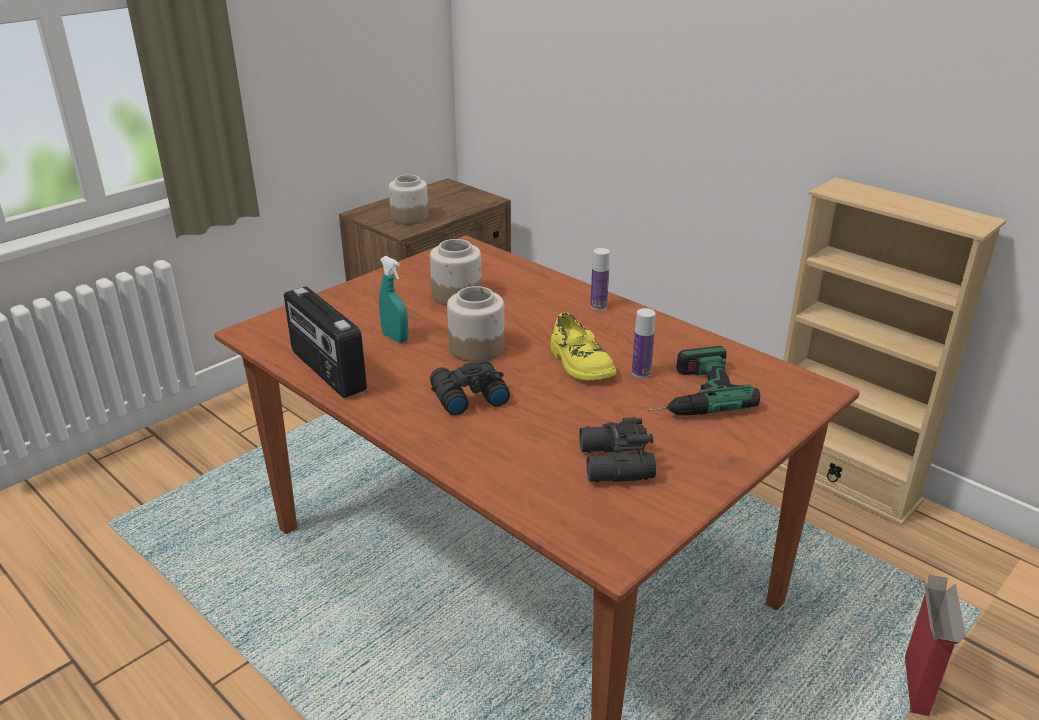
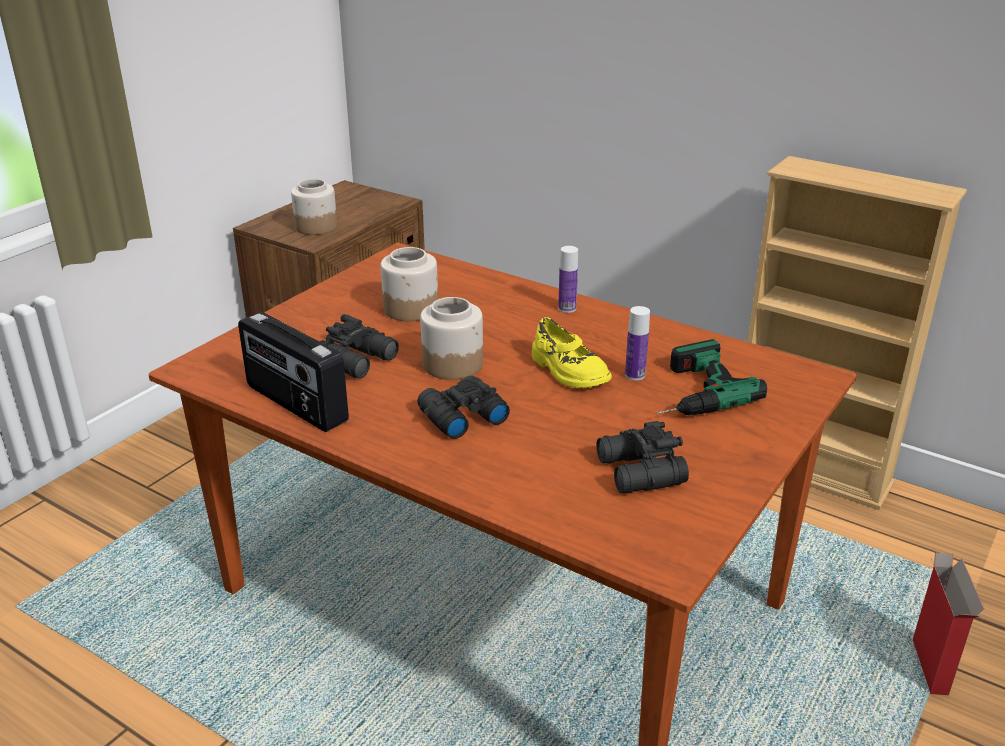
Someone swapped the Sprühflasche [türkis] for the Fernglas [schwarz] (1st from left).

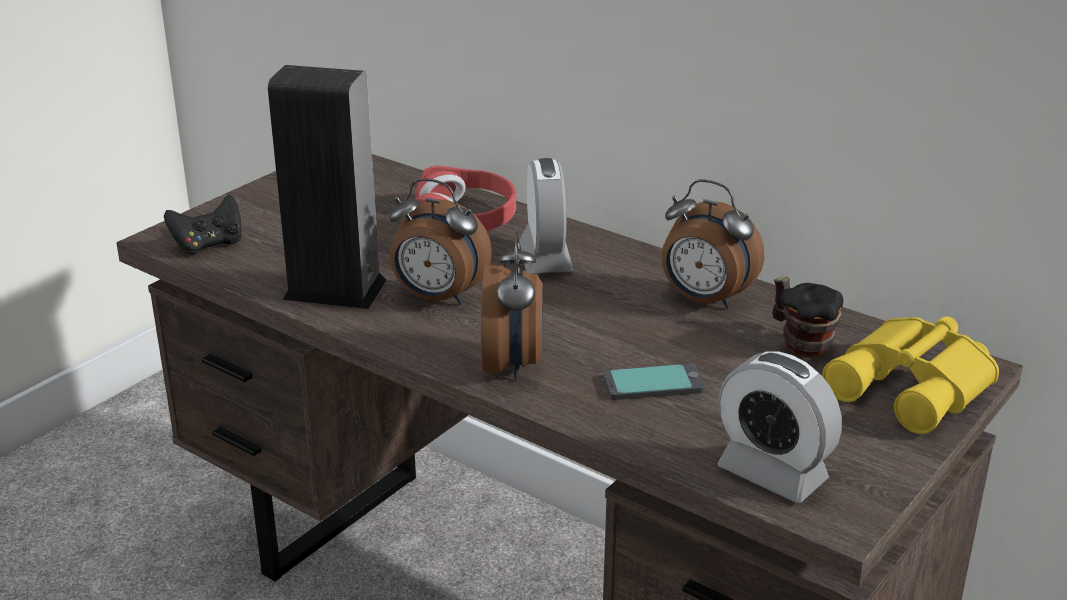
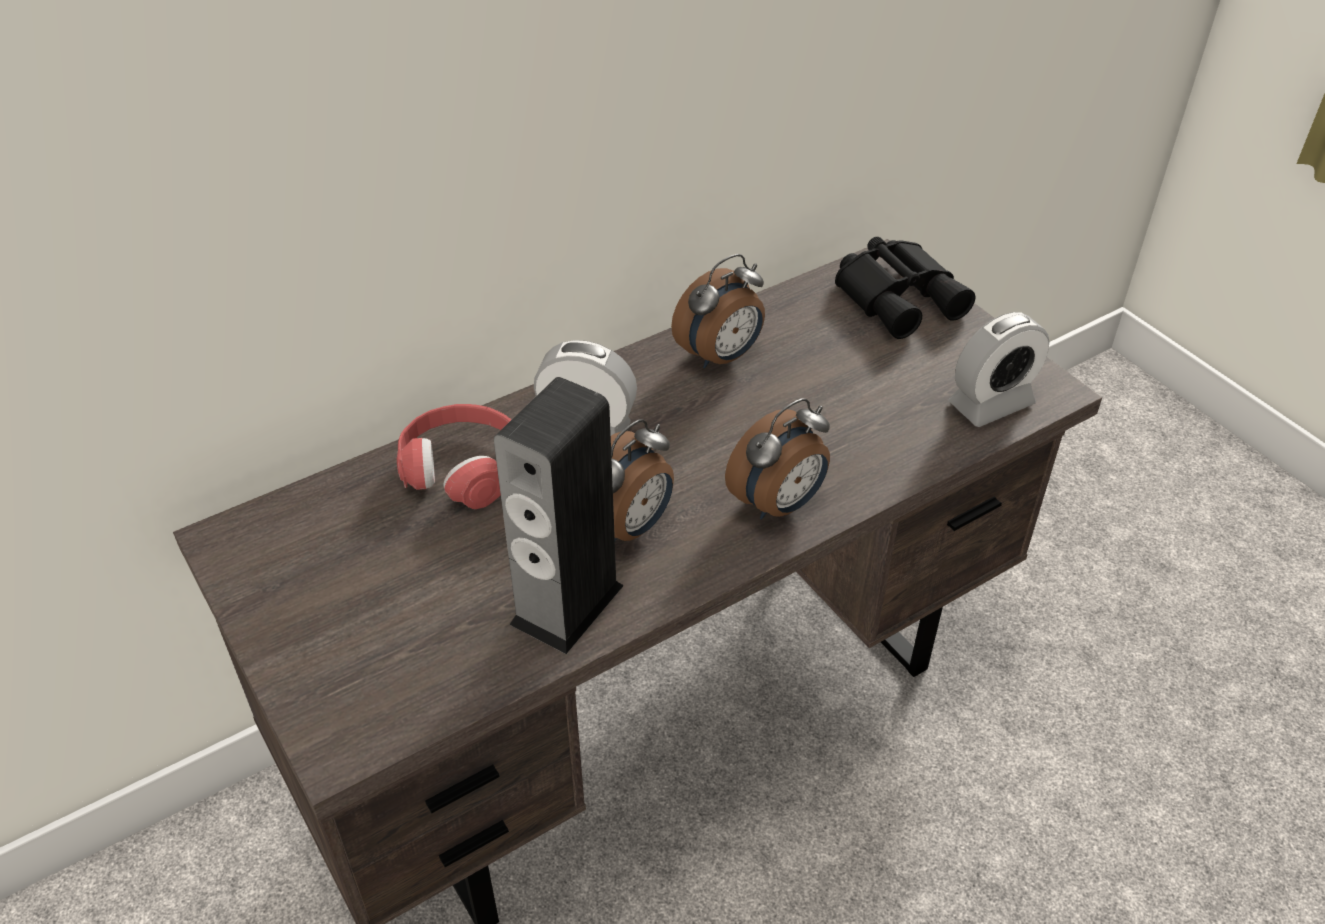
Someone took away the Gamepad [schwarz]. Someone took away the Handy. Someone took away the Henkelbecher. Someone repainted the Fernglas [gelb], which became the Fernglas [schwarz]. Someone rotated the Wecker (2nd from left in the first image) by 120 degrees clockwise.

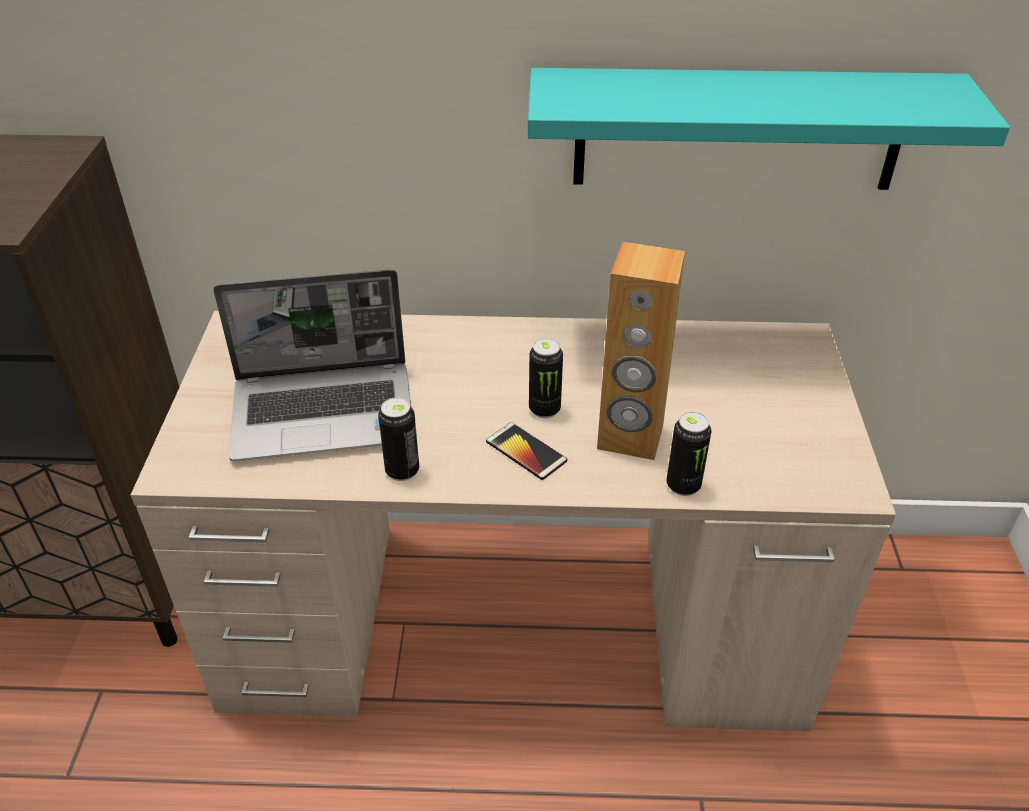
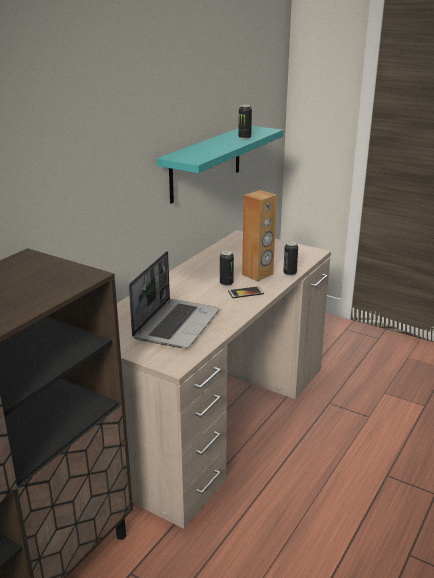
Someone carried the Dose (1st from left in the first image).

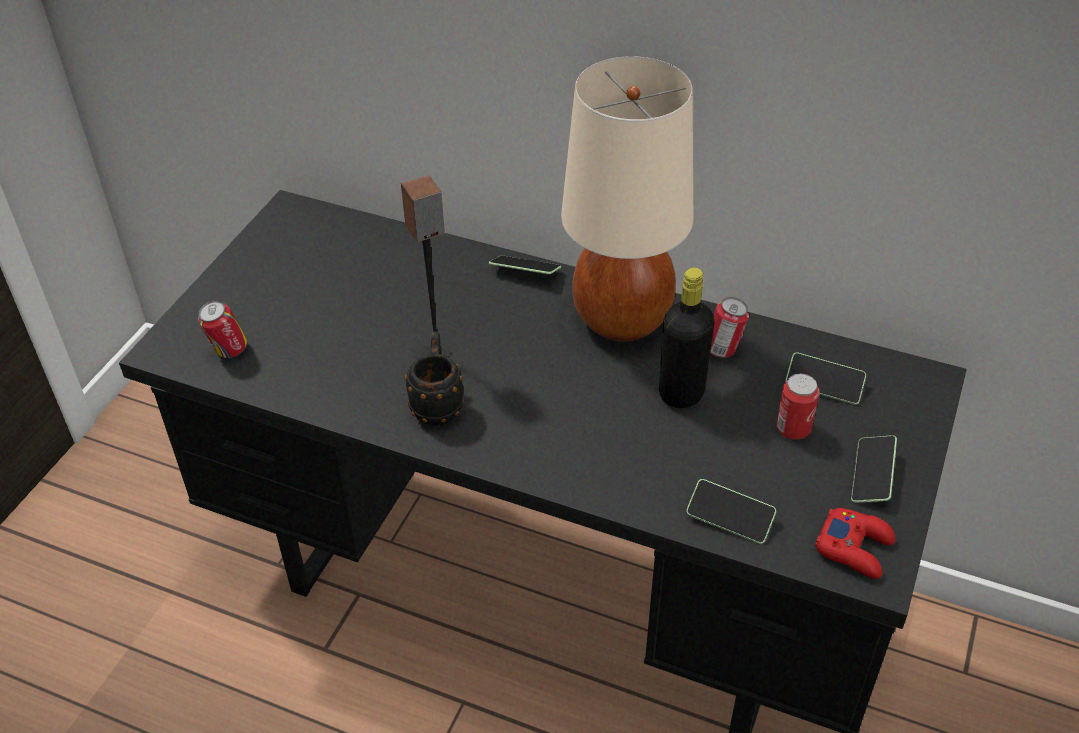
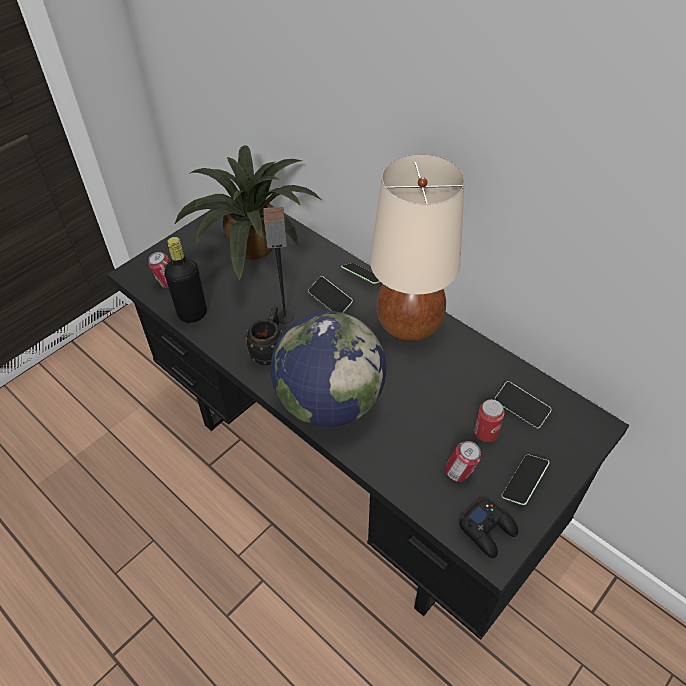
Someone put down the Topfpflanze. Someone put down the Globus. Someone carried the Flasche [schwarz]. Someone carried the Handy (2nd from left in the first image). Someone carried the Dose (2nd from left). Someone repainted the Gamepad [rot], which became the Gamepad [schwarz].

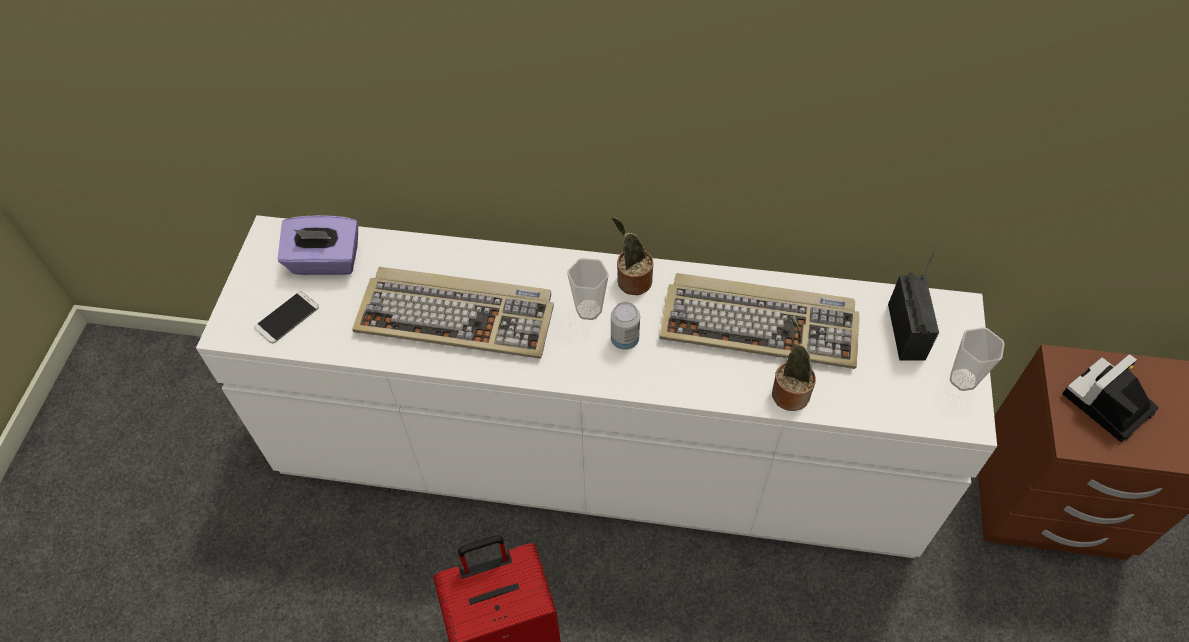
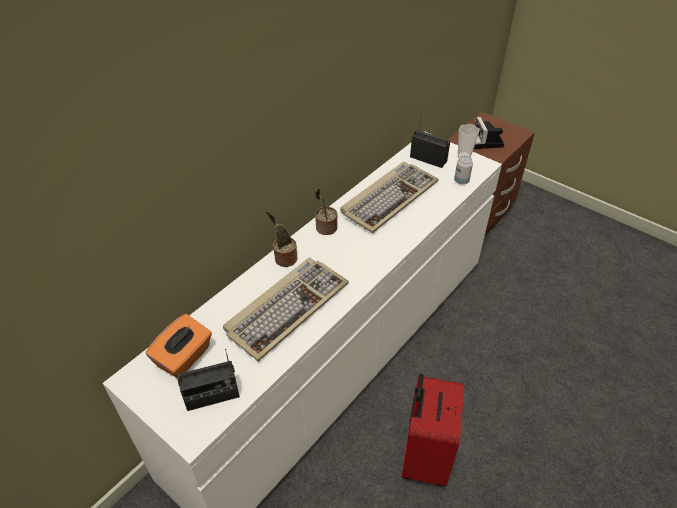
Someone took away the Tasse (1st from left). Someone carried the Dose. Someone carried the Topfpflanze (2nd from left in the first image). Someone swapped the Handy for the Radio (1st from left). Someone repainted the Taschentuchbox [lila], which became the Taschentuchbox [orange].

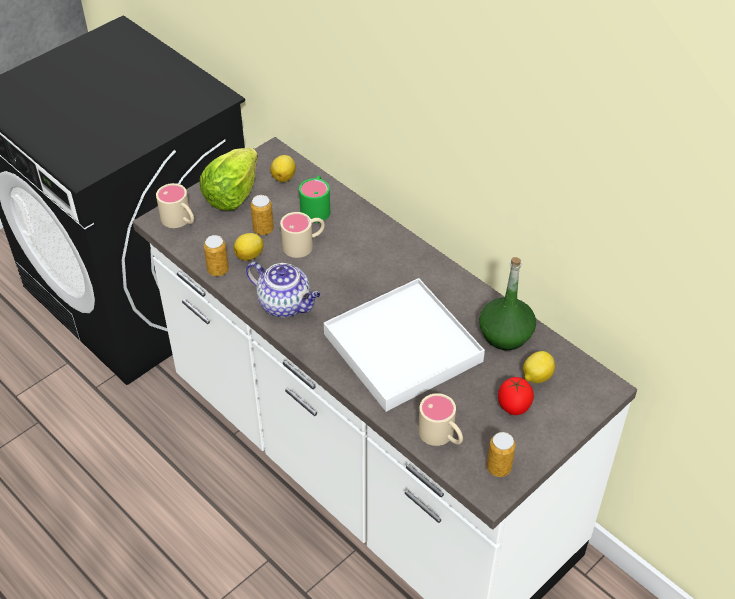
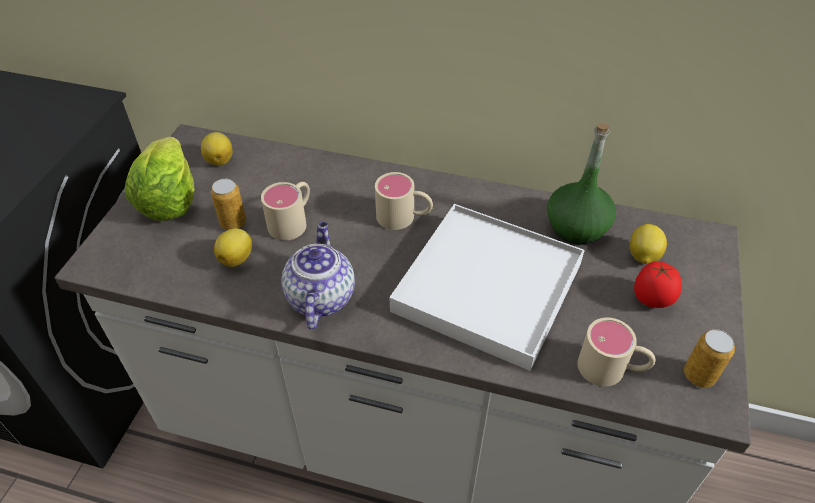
Someone took away the Dose (1st from left). Someone took away the Henkelbecher [grün]. Someone carried the Henkelbecher [beige] (1st from left in the first image). Someone rotated the Teekanne by 90 degrees counterclockwise.

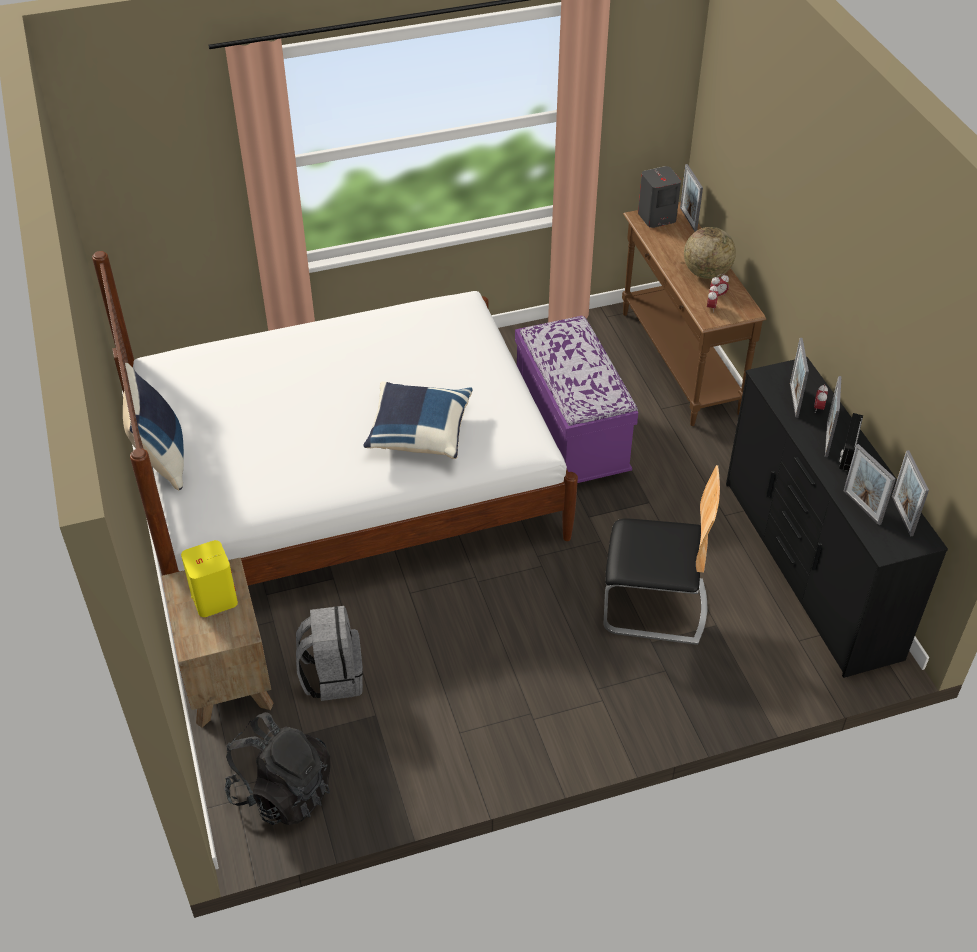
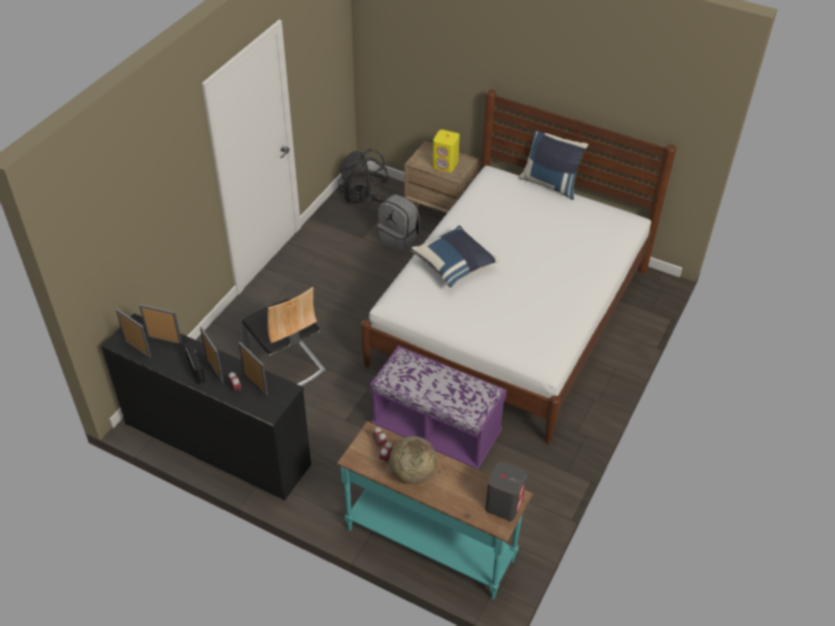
Someone took away the Bilderrahmen (1st from left). Someone repainted the Konsolentisch [braun], which became the Konsolentisch [türkis]. Someone rotated the Stuhl by 90 degrees counterclockwise.

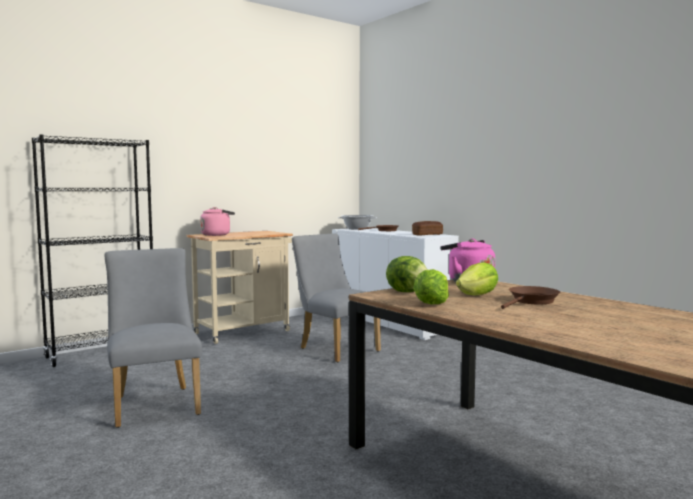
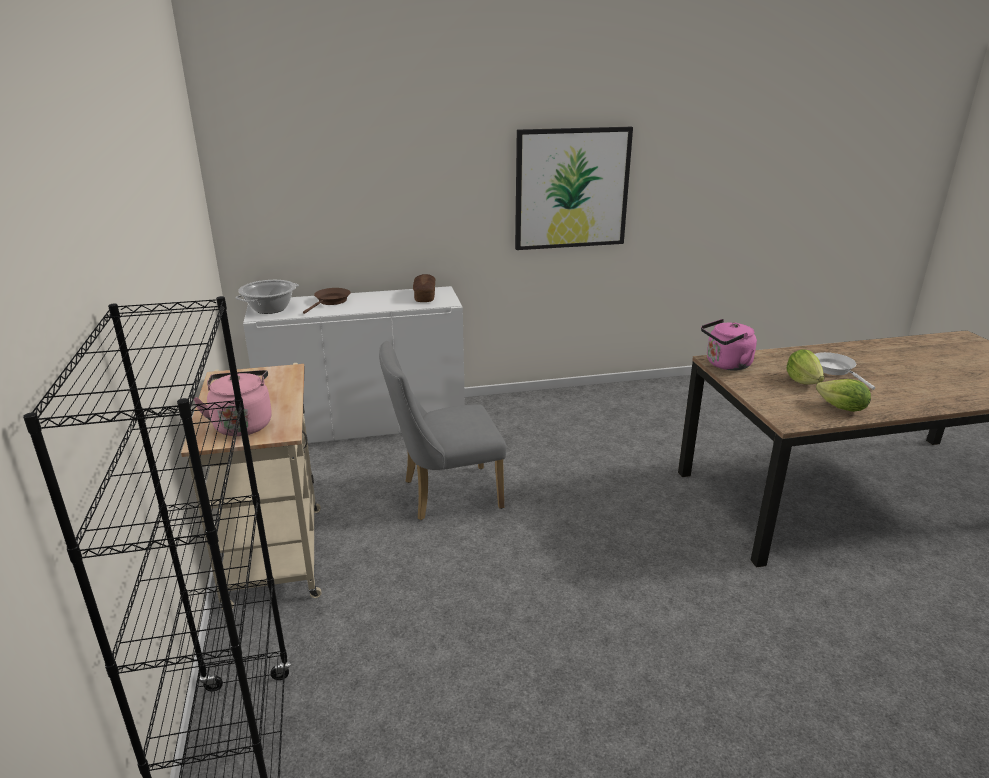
Someone took away the Stuhl [grau] (1st from left). Someone took away the Salatkopf (1st from left). Someone put up the Bild. Someone repainted the Pfanne [braun] (2nd from left), which became the Pfanne [weiß].

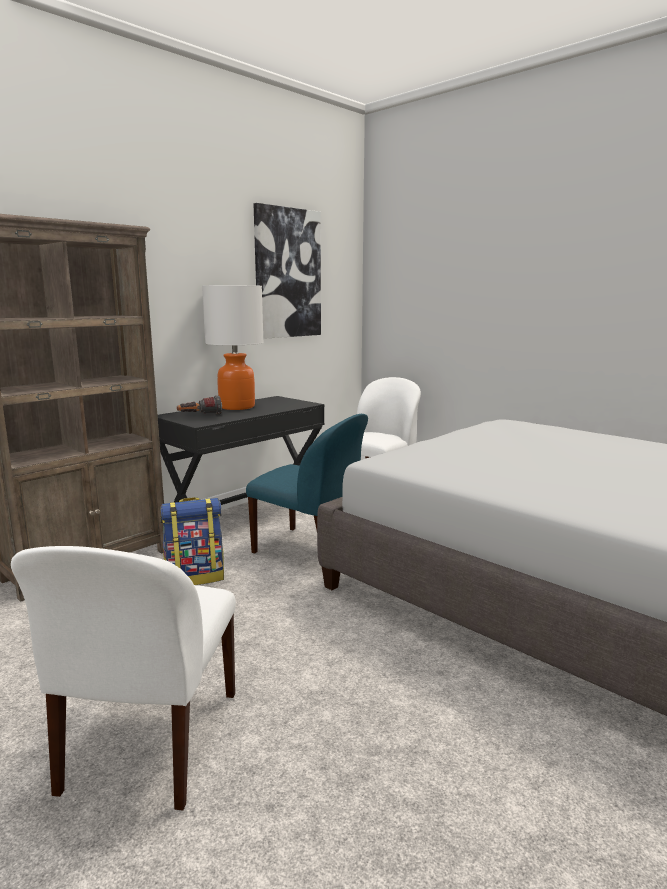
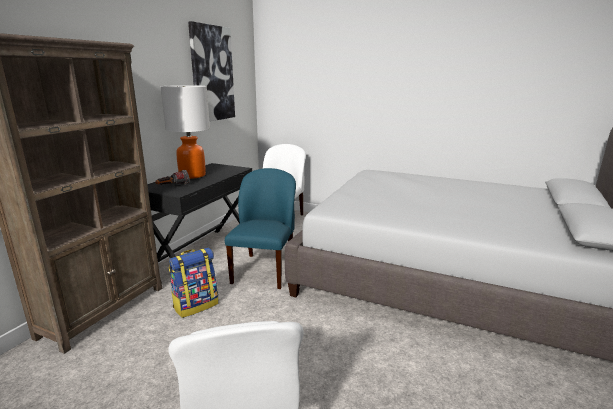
Someone rotated the Stuhl [blau] by 90 degrees counterclockwise.

